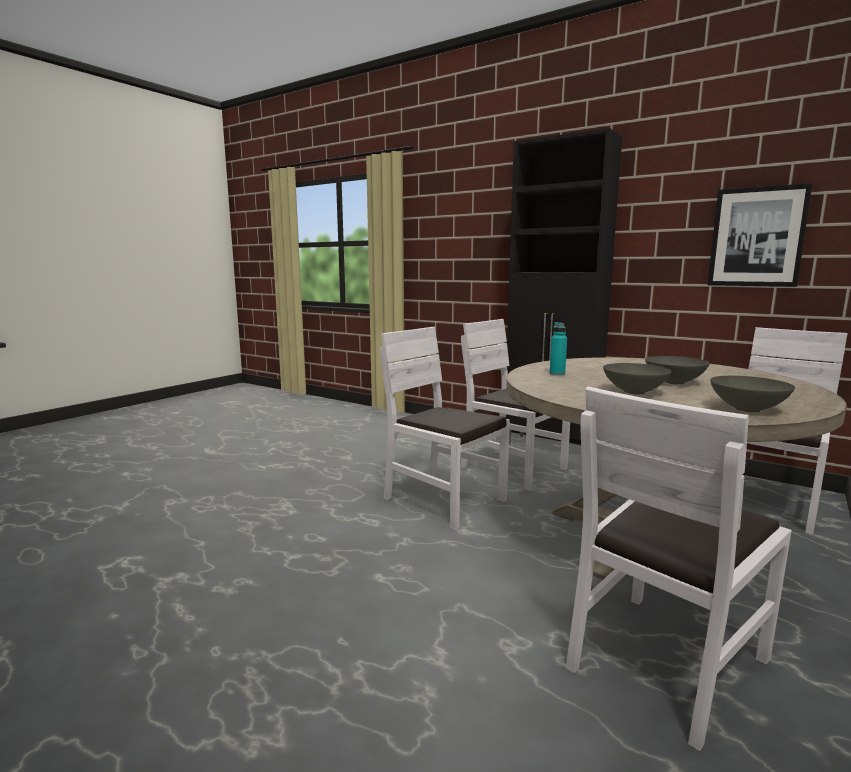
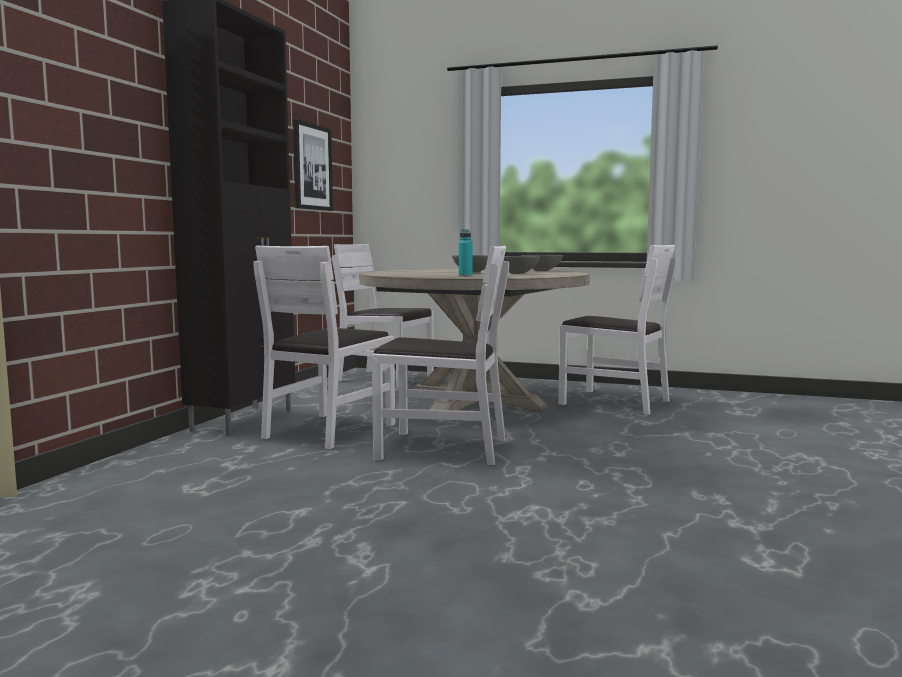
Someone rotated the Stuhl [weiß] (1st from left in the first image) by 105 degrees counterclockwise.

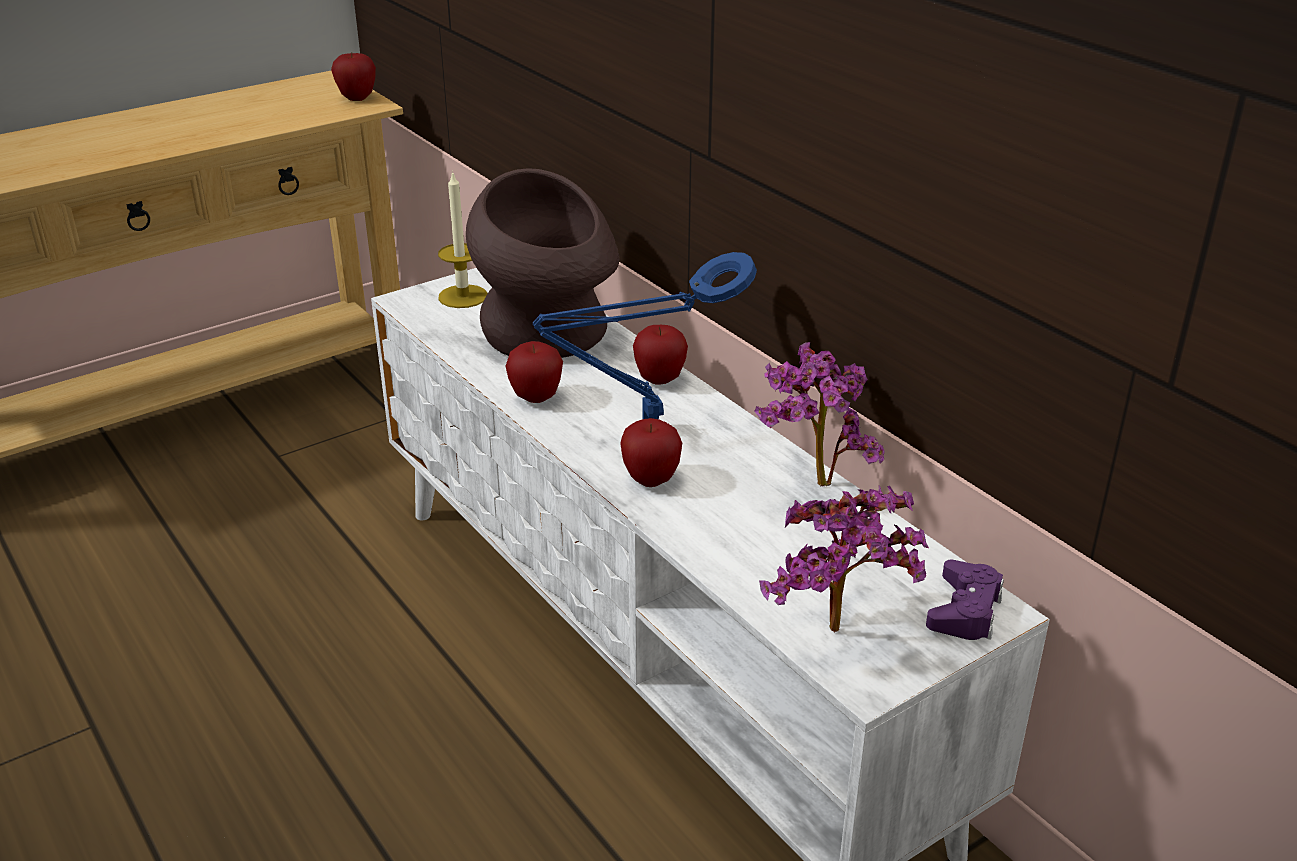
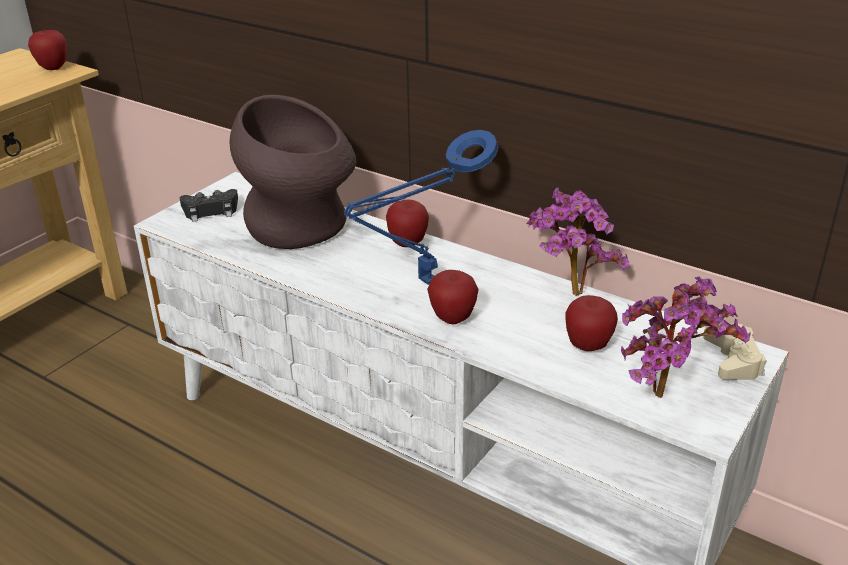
Someone carried the Apfel (2nd from left in the first image). Someone swapped the Kerze for the Gamepad [schwarz]. Someone repainted the Gamepad [lila], which became the Gamepad [beige].

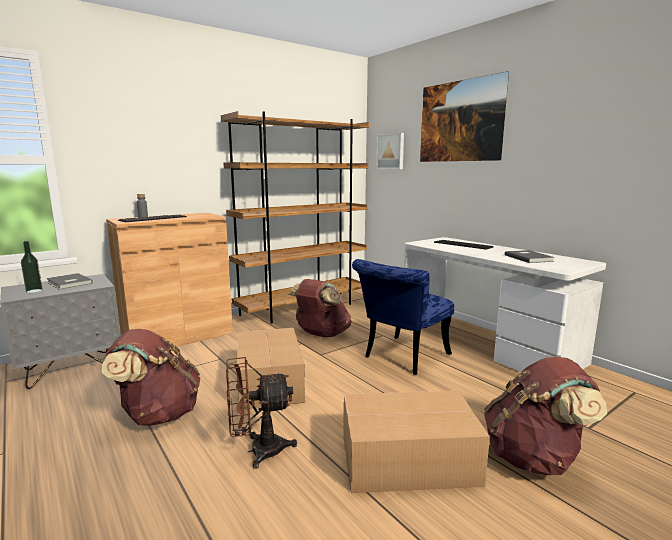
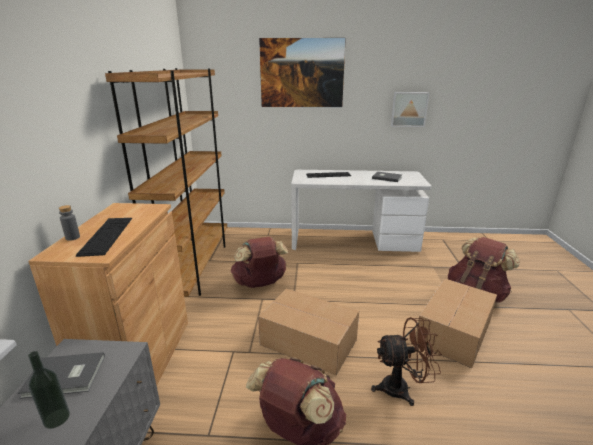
Someone took away the Stuhl [blau]. Someone carried the Bild (1st from left in the first image). Someone rotated the Ventilator [braun] by 120 degrees counterclockwise.

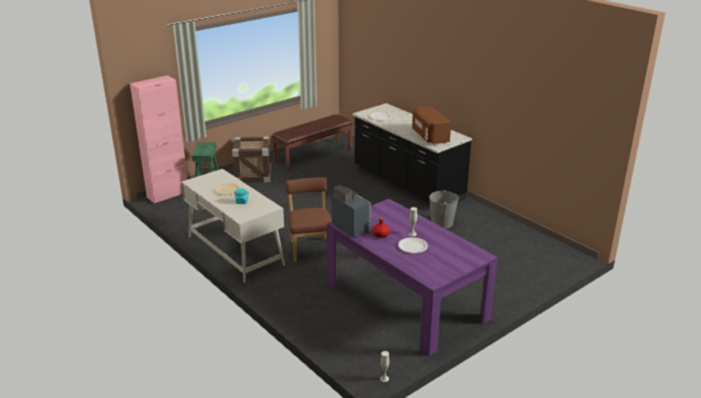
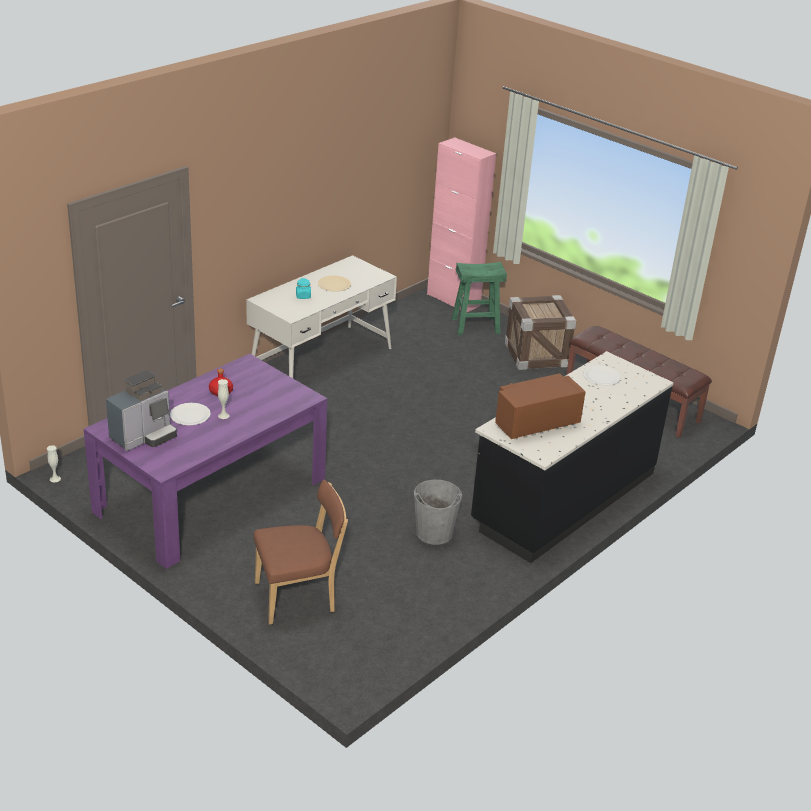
Someone carried the Stuhl [braun]. Someone carried the Kaffeemaschine.

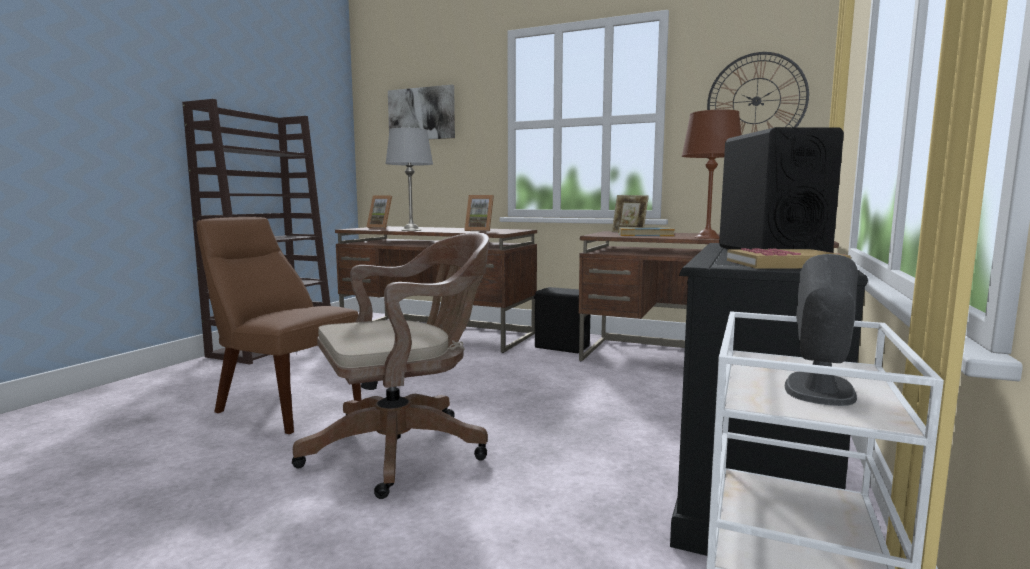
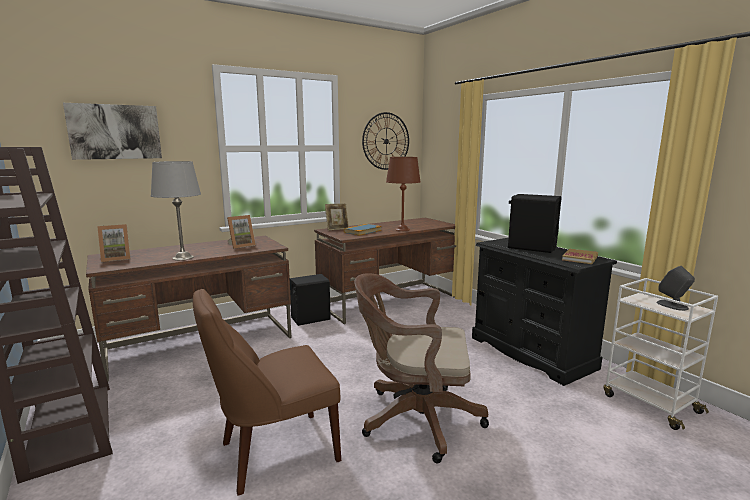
Someone rotated the Bürostuhl [braun] by 90 degrees counterclockwise.

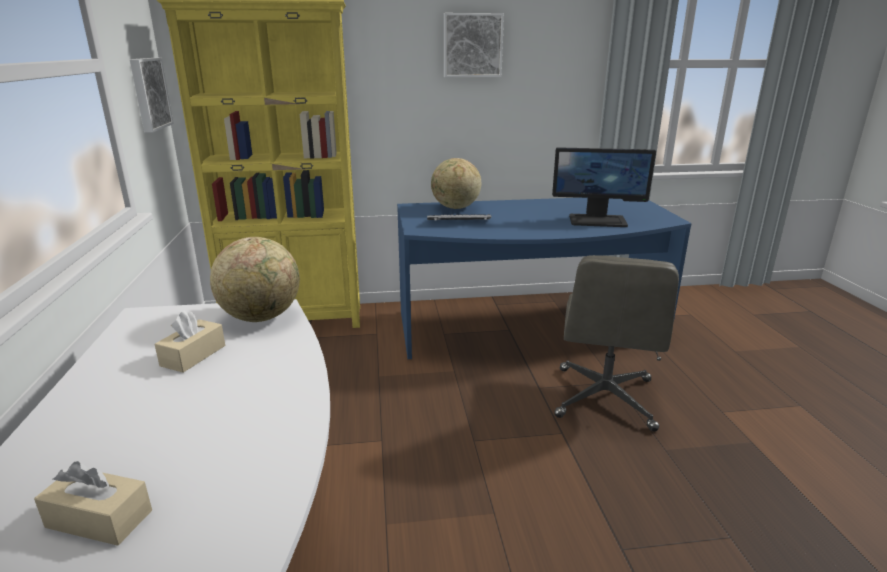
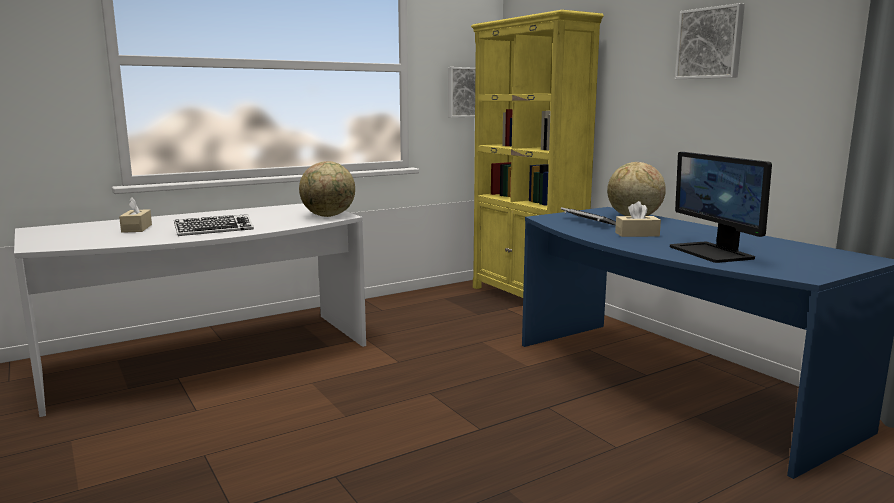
Someone took away the Bürostuhl [grau]. Someone put down the Tastatur (1st from left). Someone carried the Taschentuchbox [beige] (2nd from left).

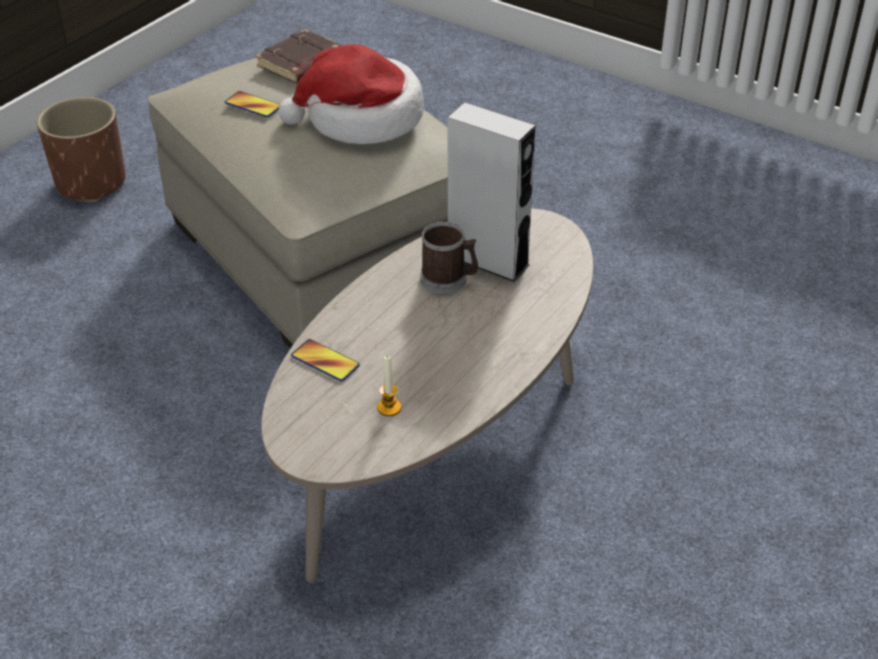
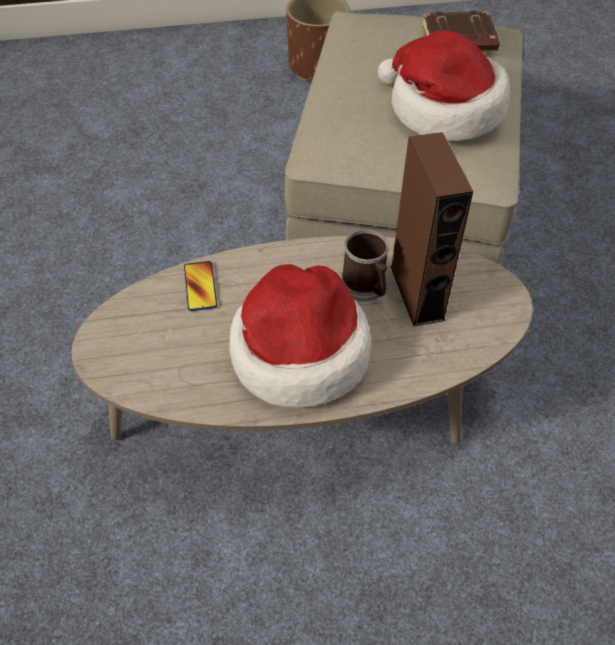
Someone took away the Handy (1st from left). Someone took away the Kerze. Someone put down the Hut (1st from left). Someone repainted the Lautsprecher [grau], which became the Lautsprecher [braun].

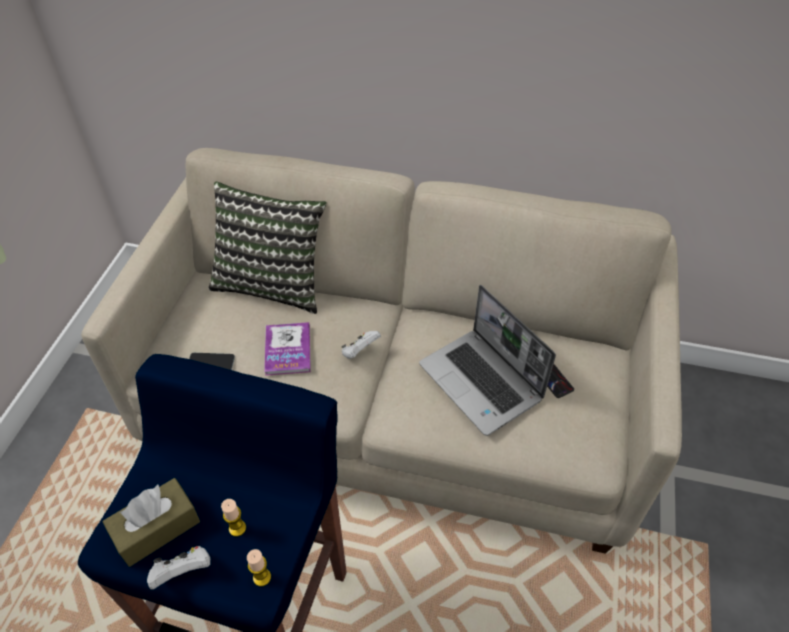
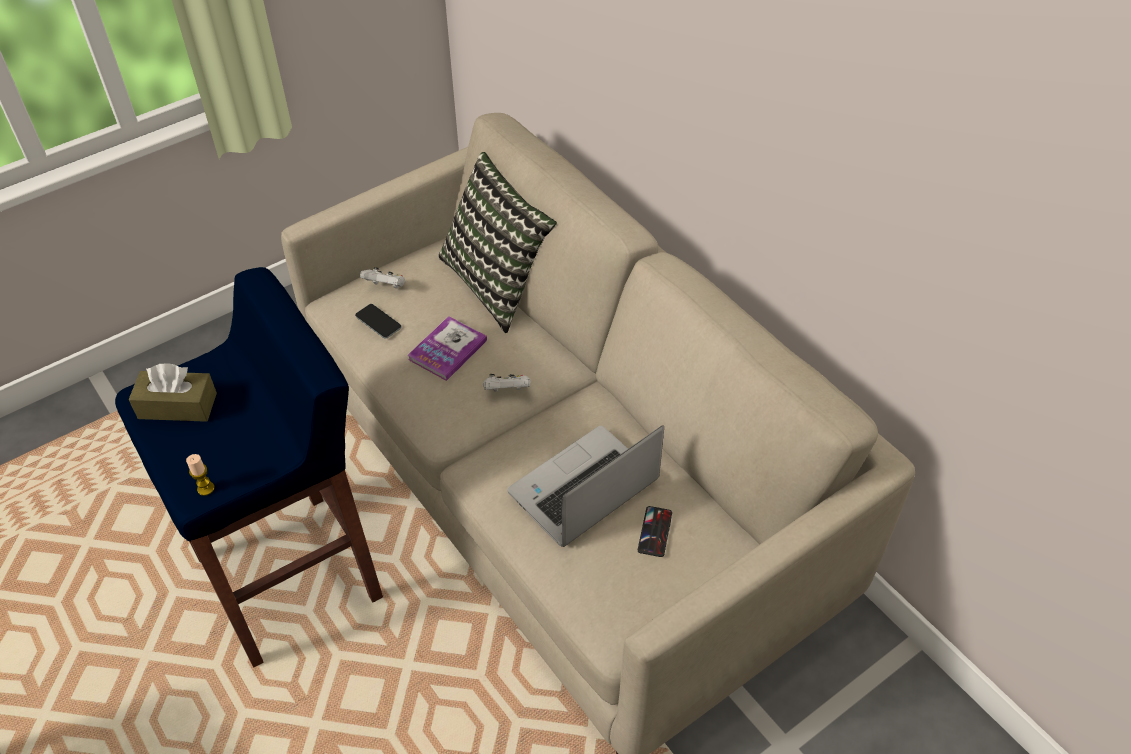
Someone took away the Kerze (1st from left). Someone carried the Gamepad [weiß] (1st from left). Someone rotated the Laptop by 45 degrees clockwise.

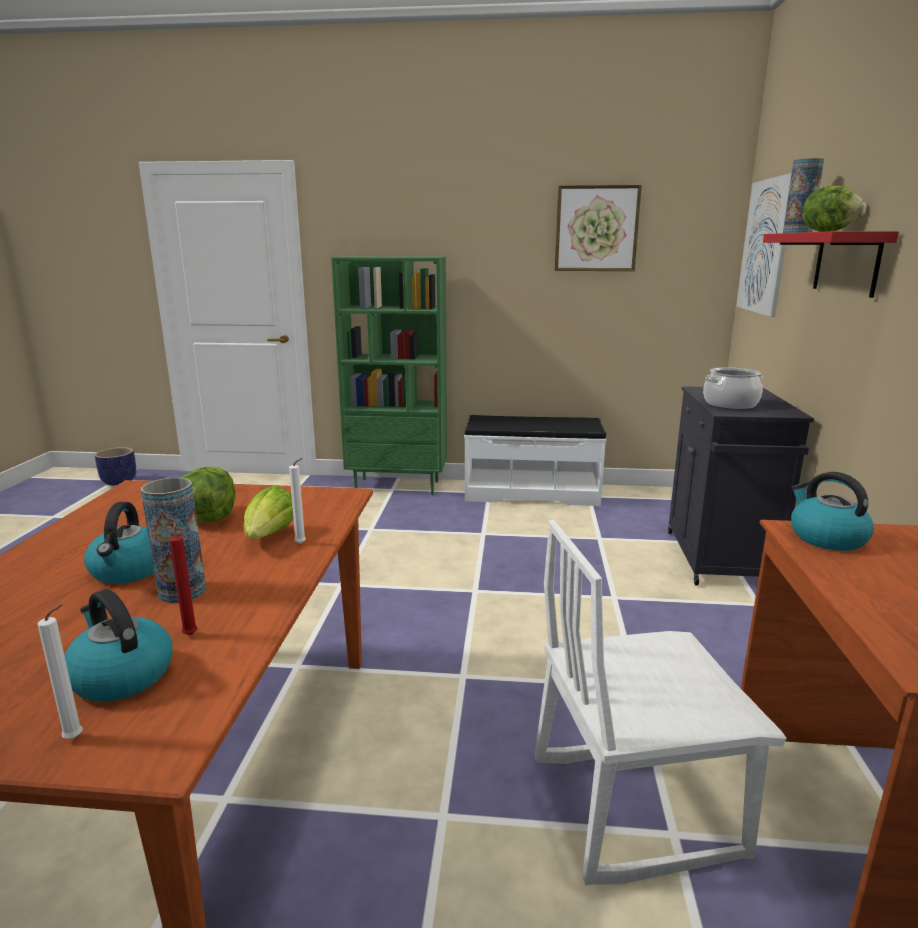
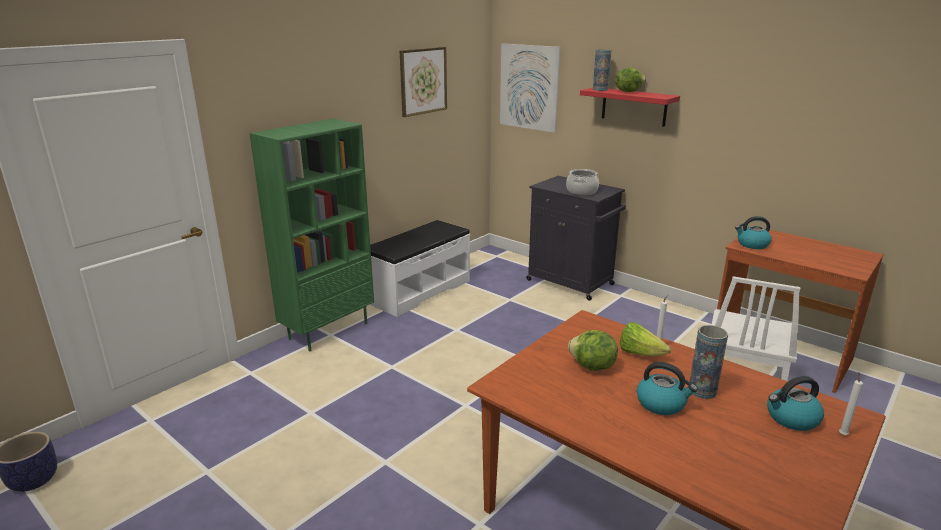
Someone took away the Kerze [rot].

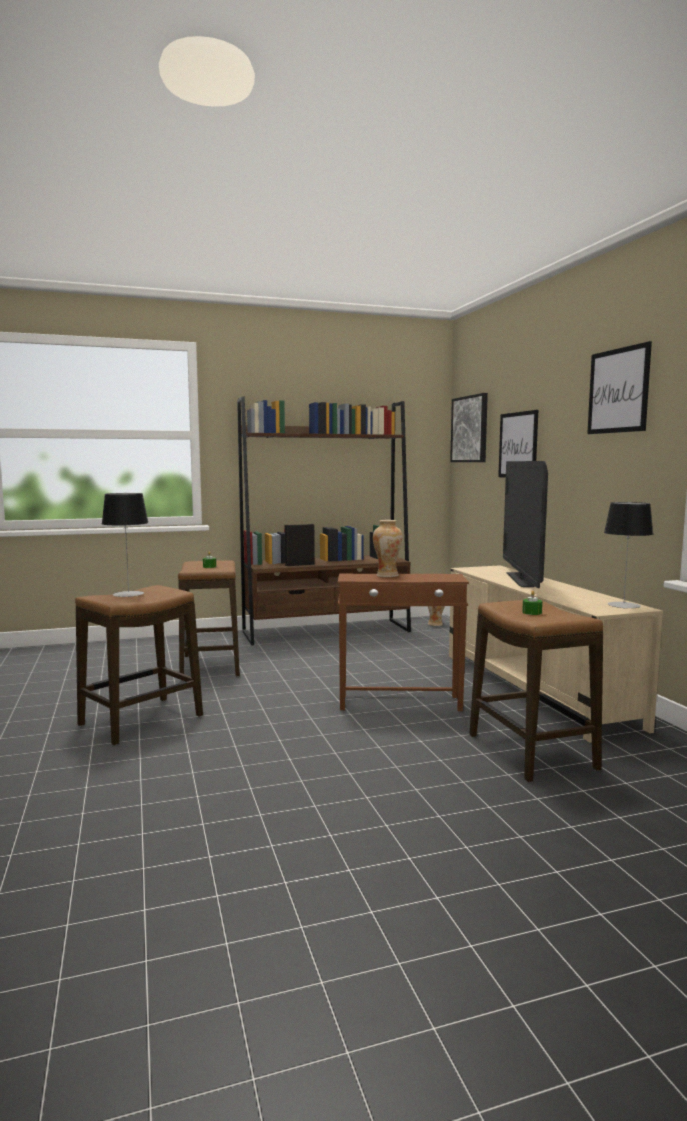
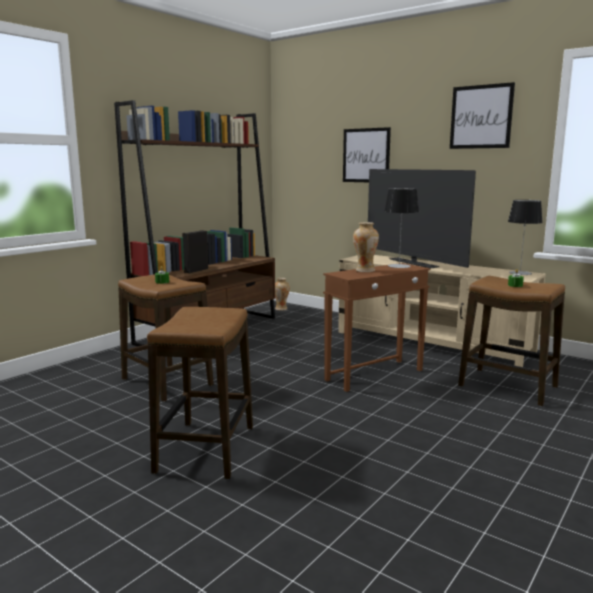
Someone took away the Bild (1st from left). Someone carried the Tischlampe (1st from left).

